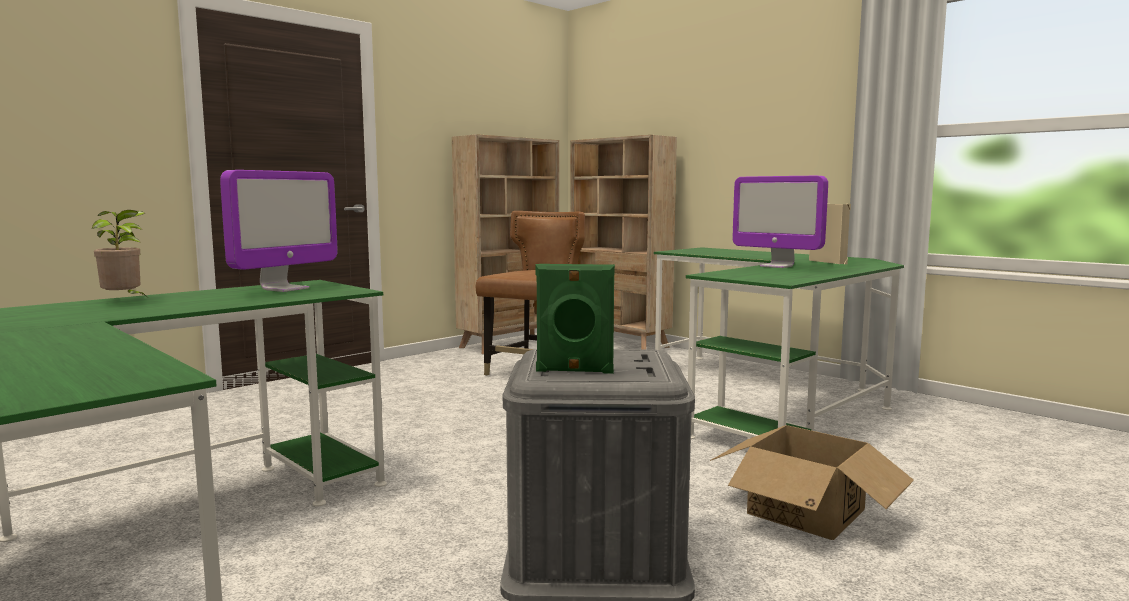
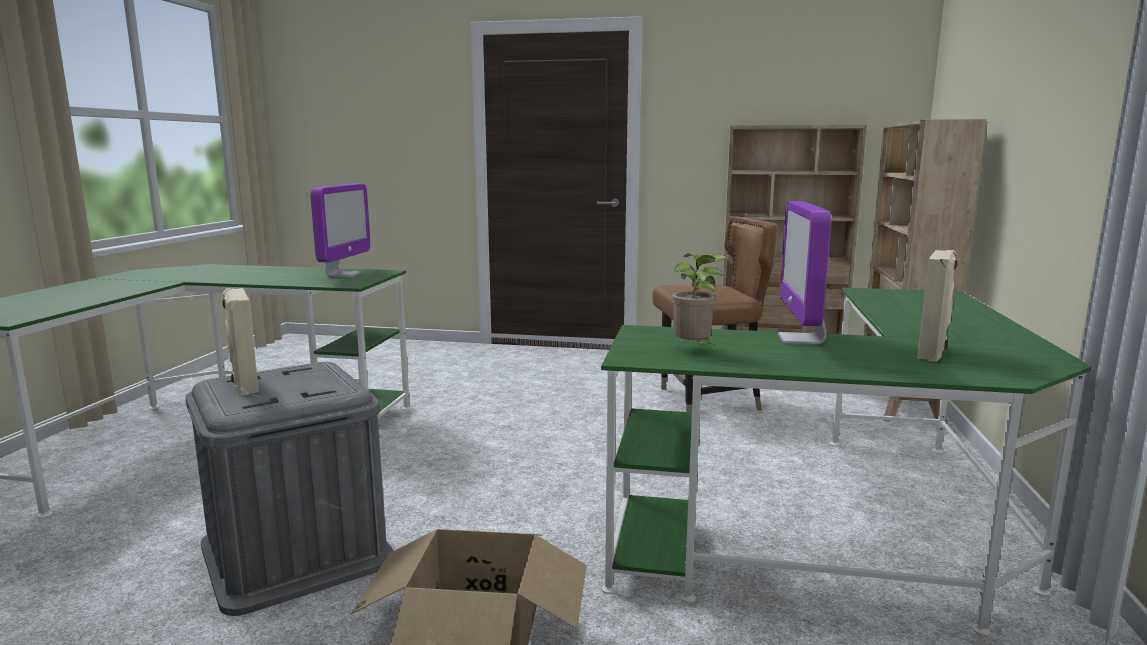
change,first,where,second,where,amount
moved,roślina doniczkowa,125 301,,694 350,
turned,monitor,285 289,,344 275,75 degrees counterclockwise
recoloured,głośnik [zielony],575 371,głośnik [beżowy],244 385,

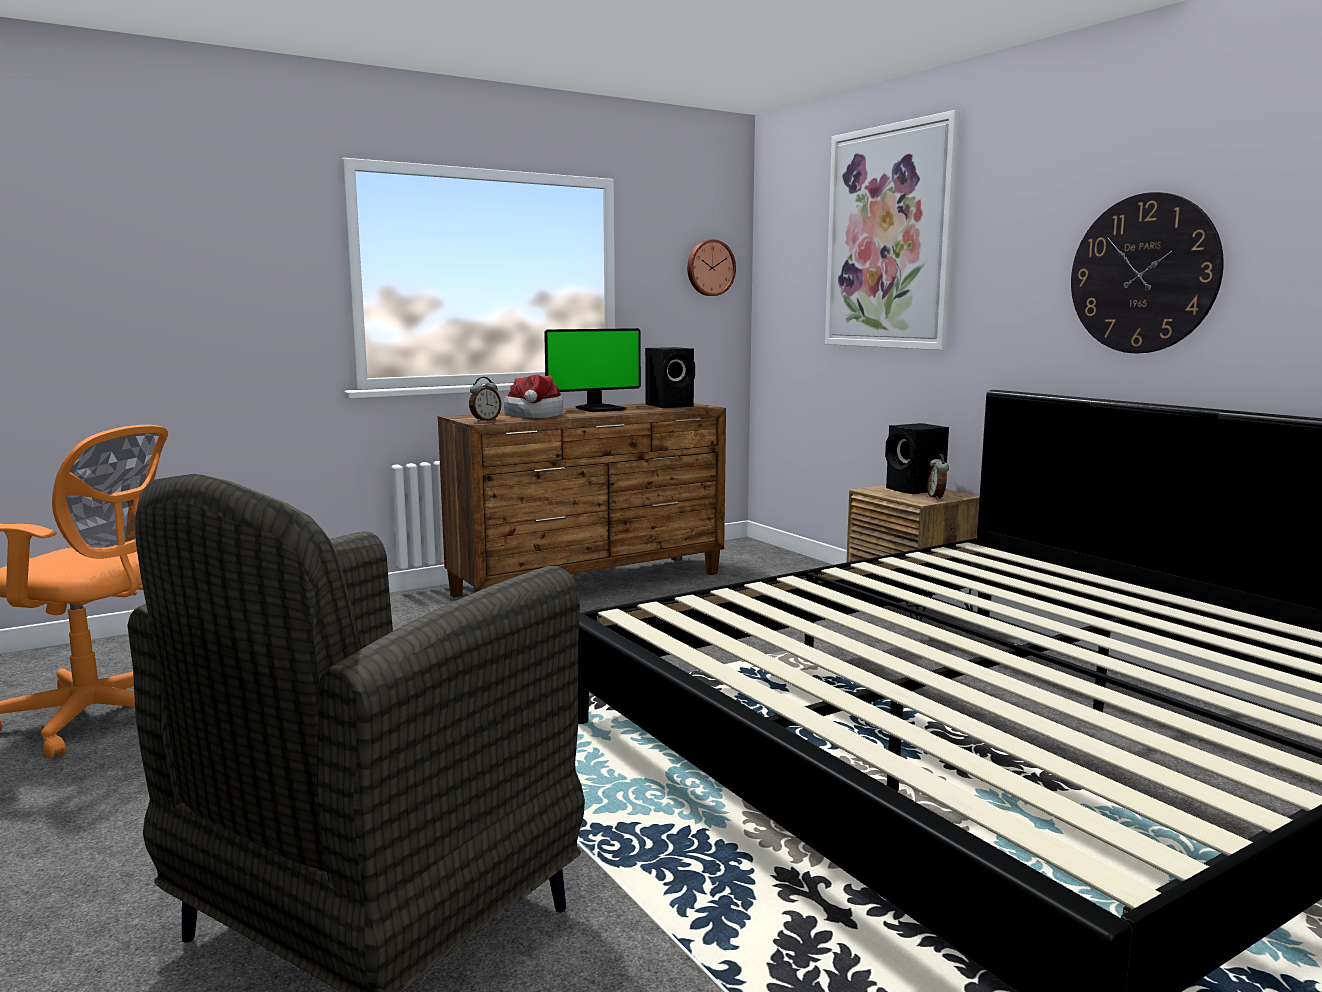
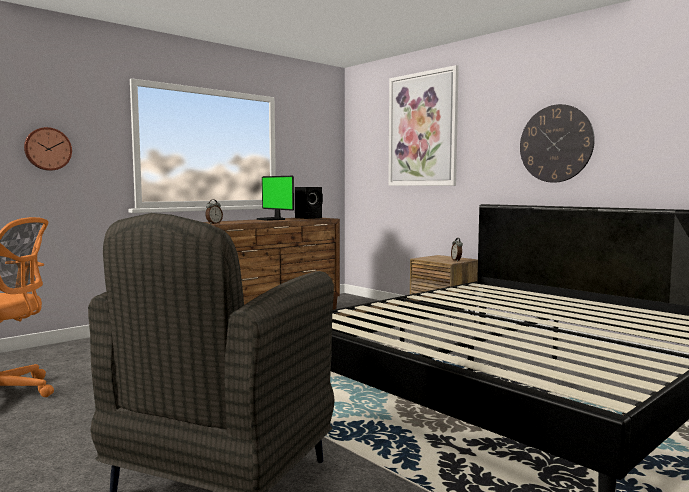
change,first,where,second,where,amount
removed,kapelusz,534 416,,,
turned,monitor,600 409,,272 219,90 degrees clockwise
moved,zegar ścienny,709 268,,47 149,
removed,głośnik [czarny],916 490,,,

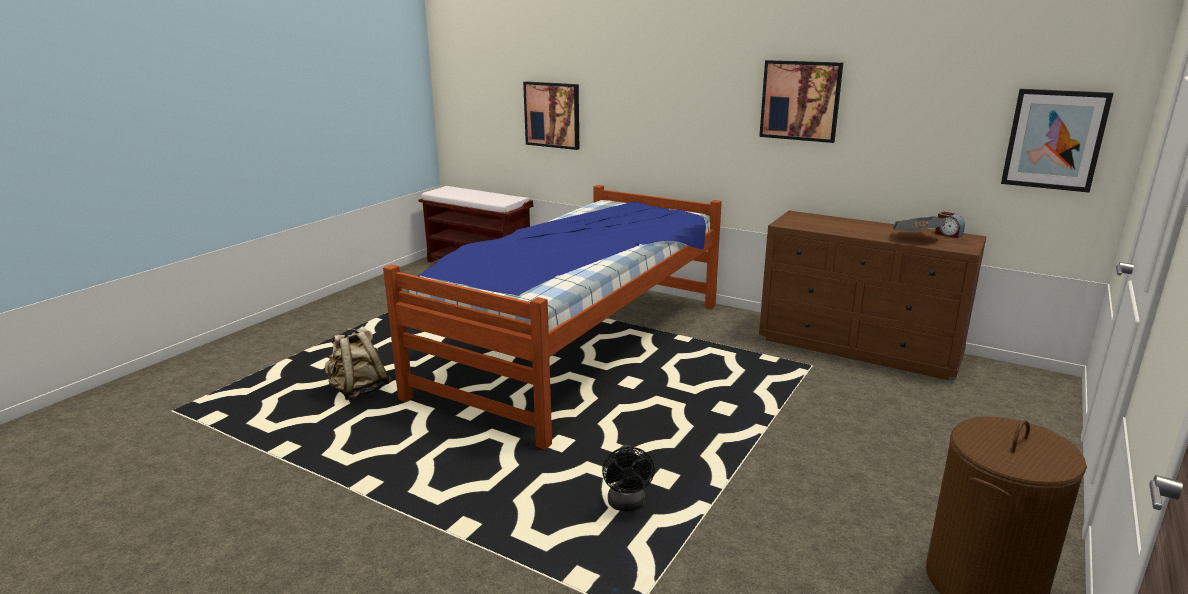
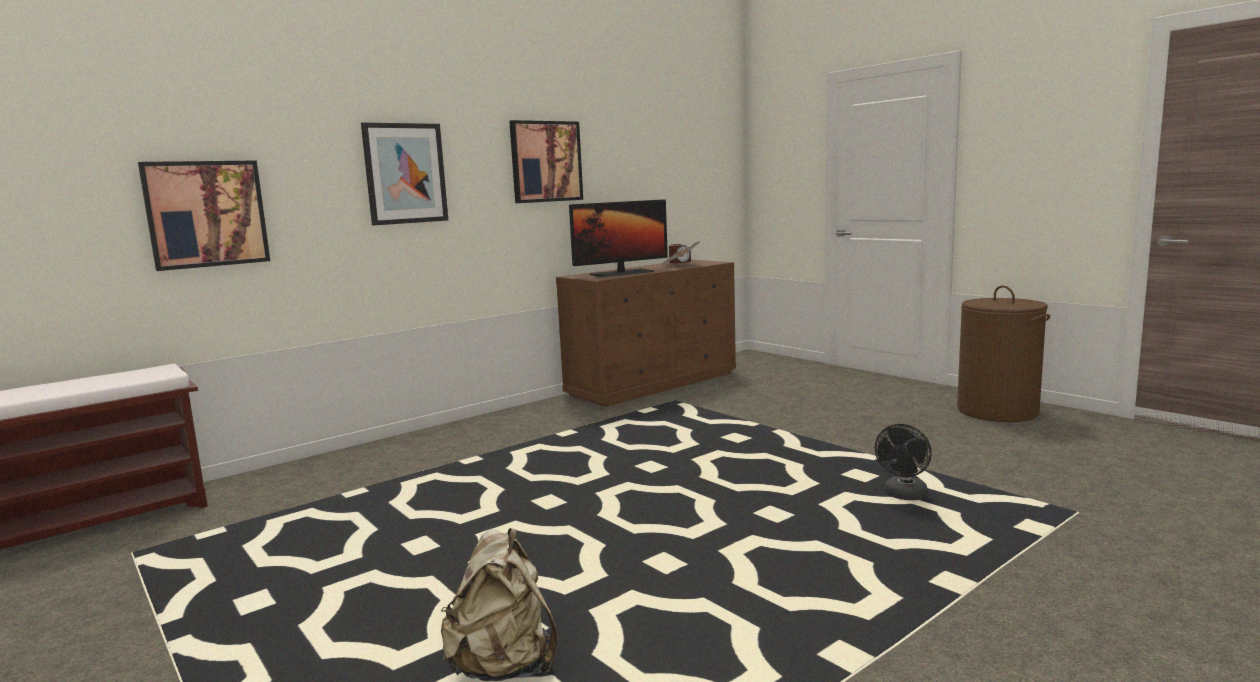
change,first,where,second,where,amount
removed,łóżko,575 346,,,
turned,wentylator [czarny],627 505,,904 496,105 degrees clockwise
moved,obraz,1054 139,,405 173,
added,,,monitor,621 273,

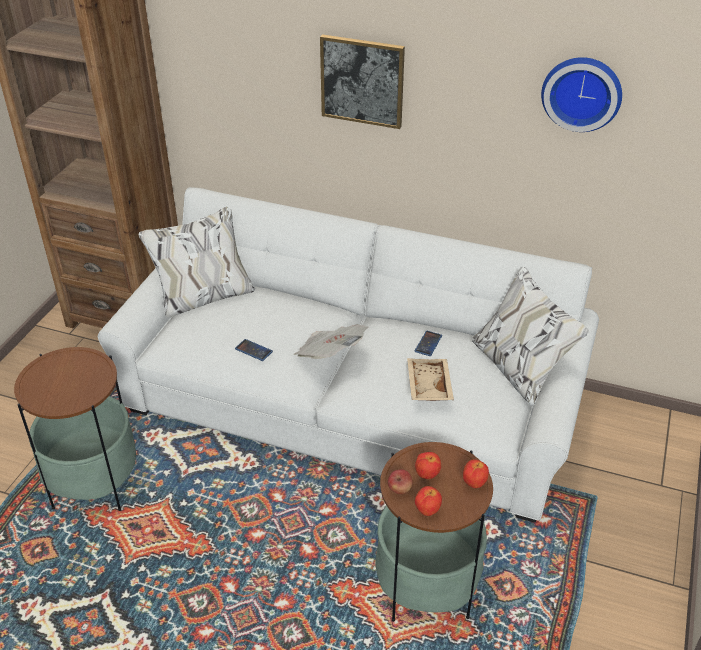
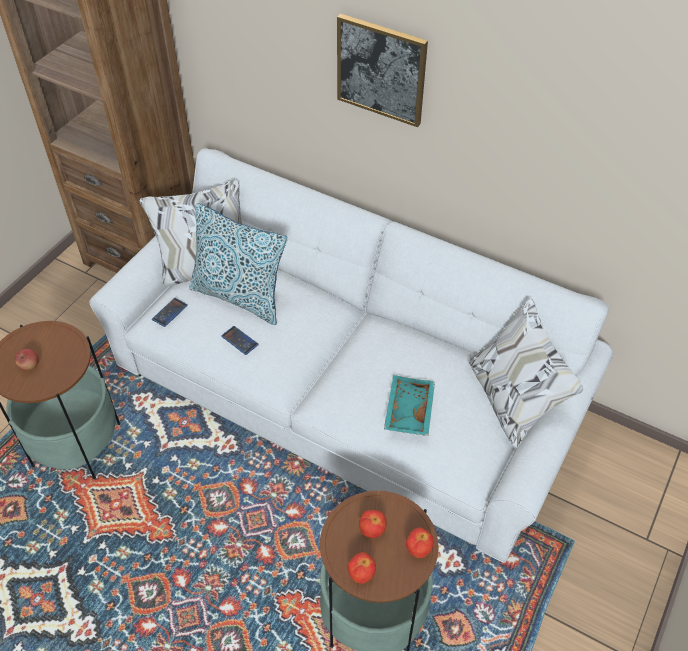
change,first,where,second,where,amount
removed,gazeta,330 355,,,
moved,jabłko,400 489,,29 366,
recoloured,taca [beżowy],427 386,taca [turkusowy],407 410,
moved,telefon,428 344,,169 312,
removed,zegar ścienny,582 92,,,
added,,,poduszka,239 297,

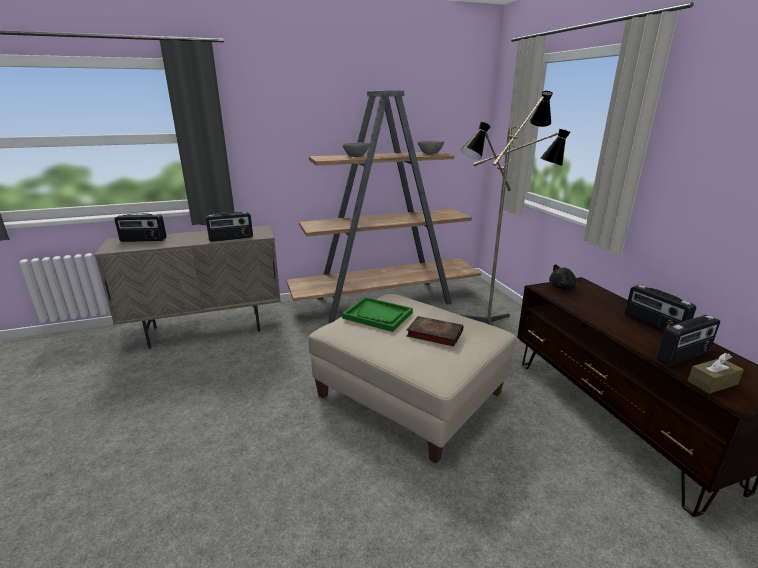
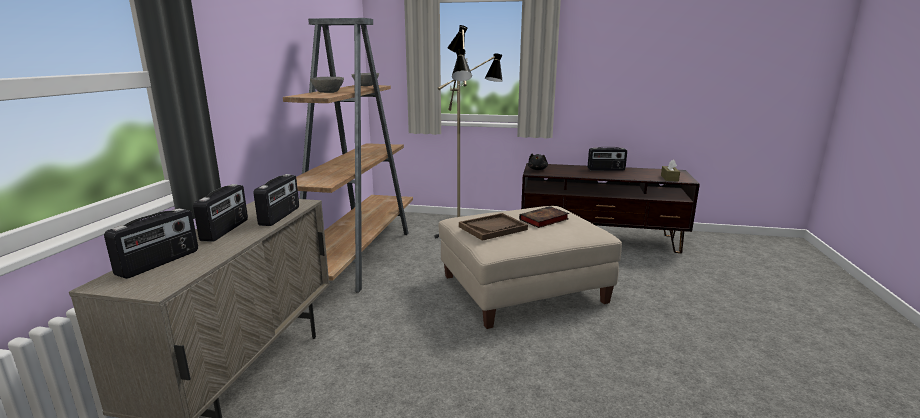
change,first,where,second,where,amount
recoloured,taca [zielony],378 315,taca [brązowy],492 228,
moved,radio,683 357,,226 230,

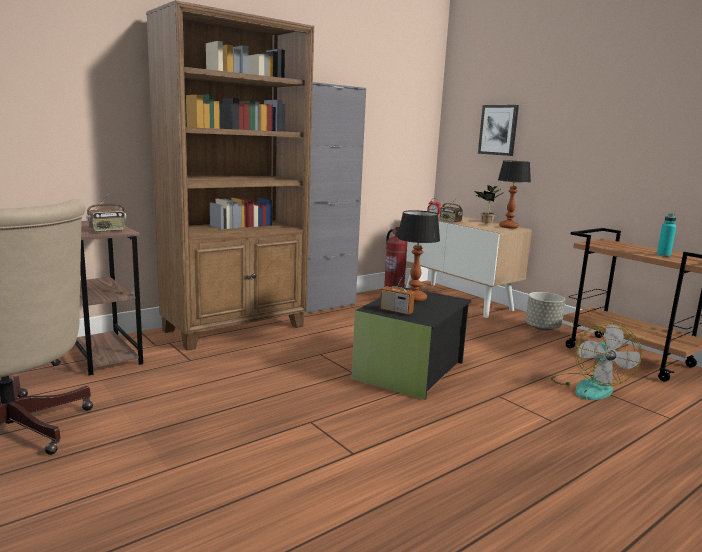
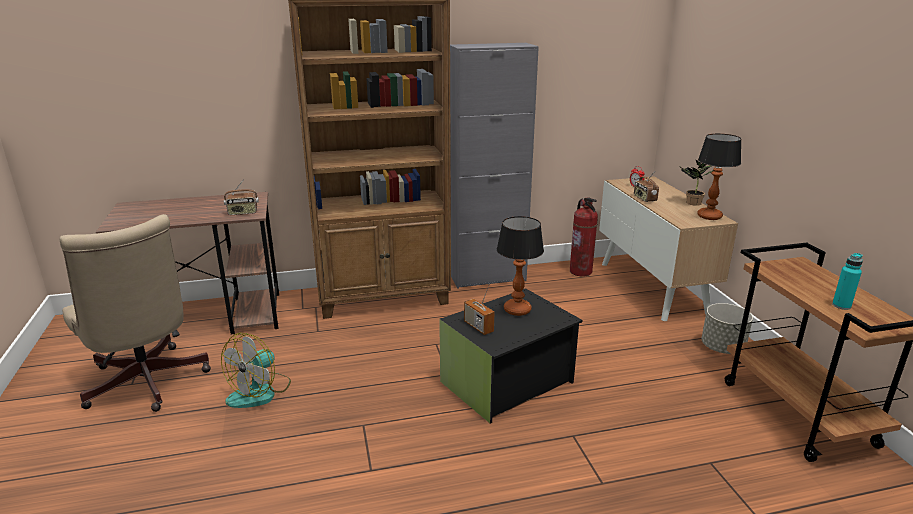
change,first,where,second,where,amount
removed,obraz,498 130,,,
moved,wentylator,589 387,,260 392,

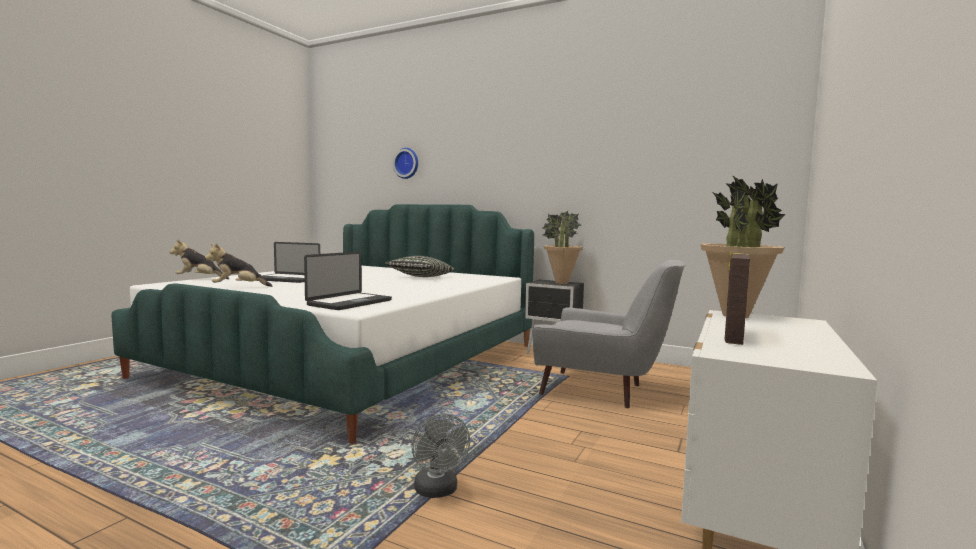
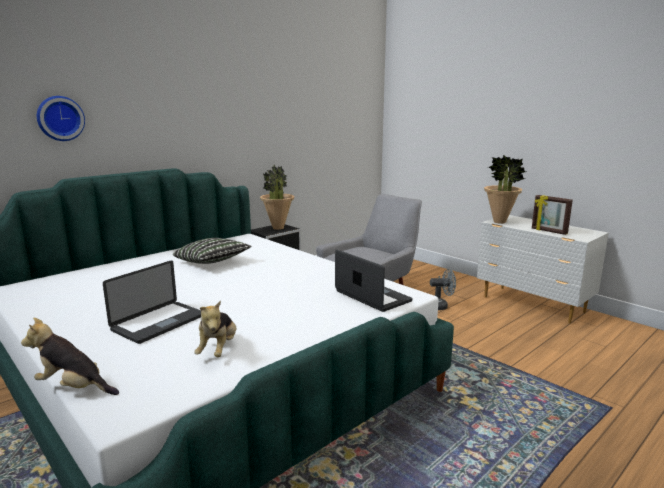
change,first,where,second,where,amount
turned,pluszak,199 279,,74 387,90 degrees clockwise
moved,wentylator [szary],438 491,,441 306,

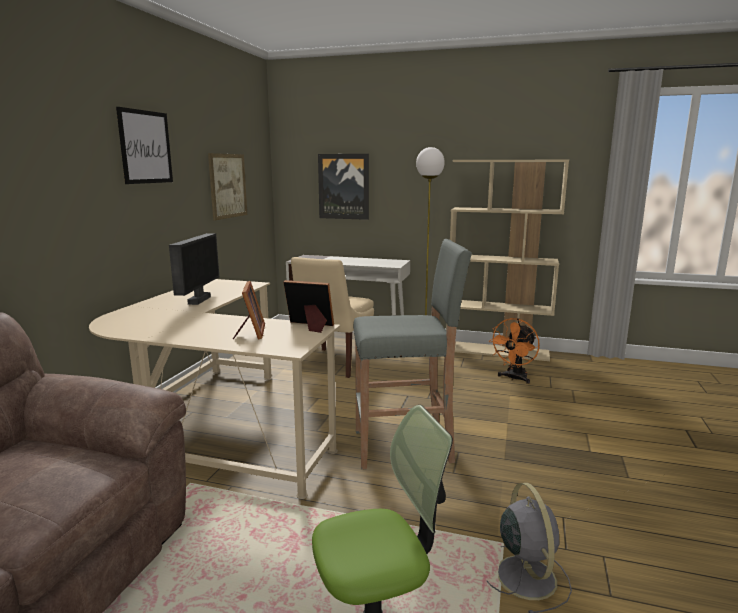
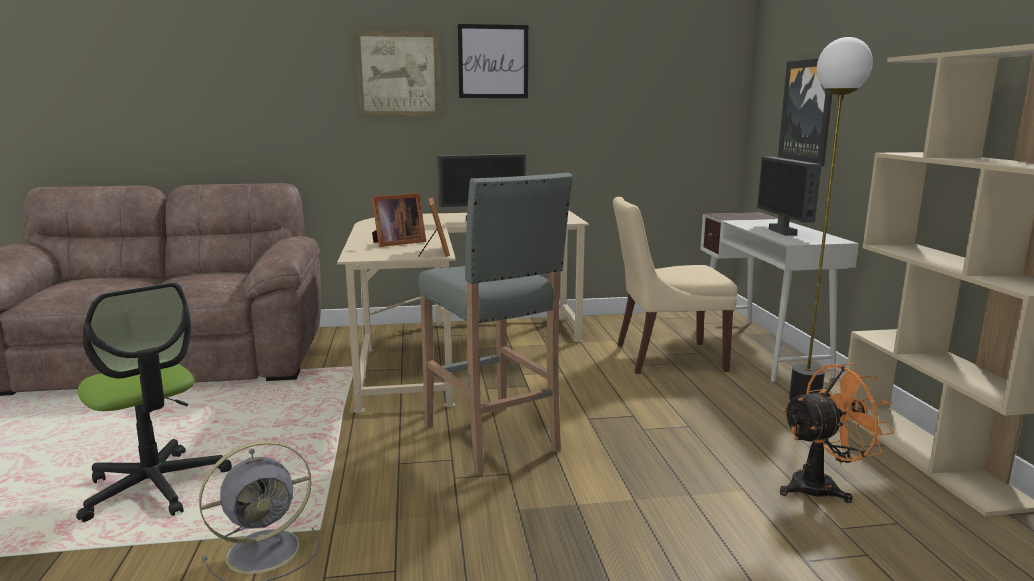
change,first,where,second,where,amount
moved,obraz,228 186,,398 74,
turned,wentylator [pomarańczowy],514 378,,822 486,150 degrees clockwise
added,,,monitor,783 232,

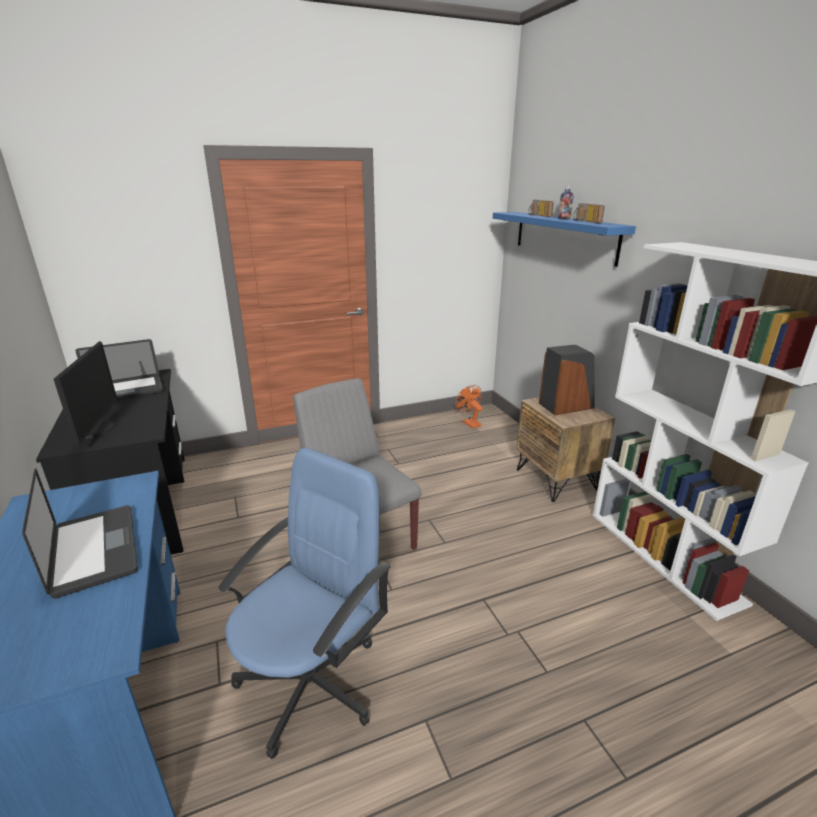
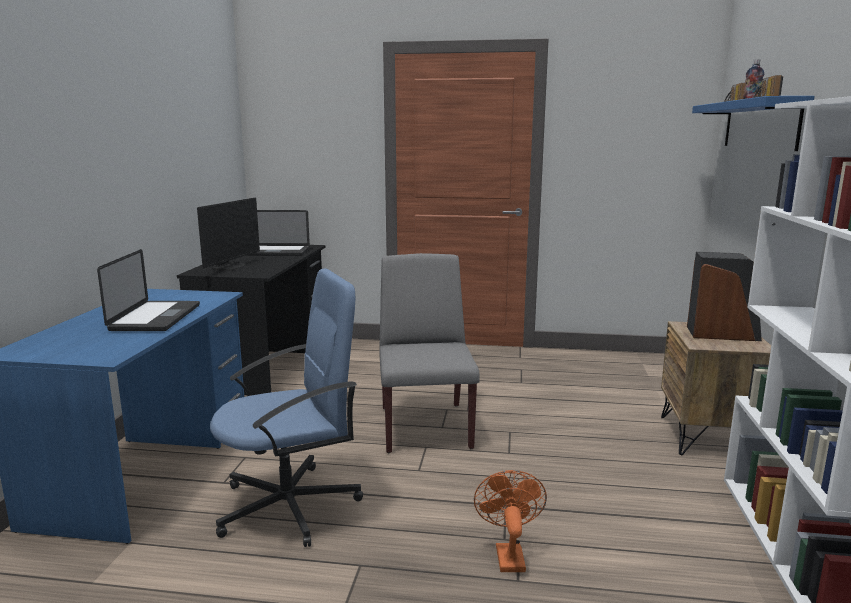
change,first,where,second,where,amount
moved,wentylator [pomarańczowy],469 423,,508 554,

